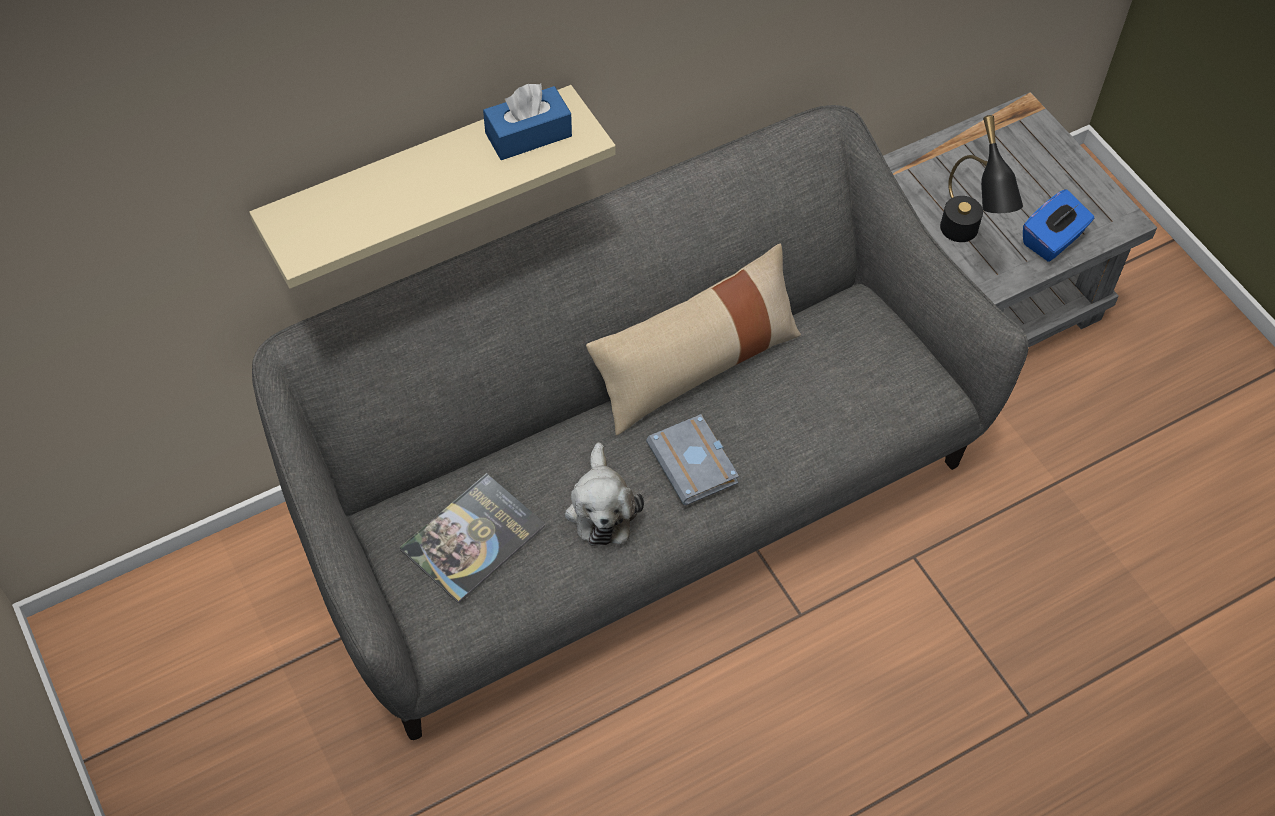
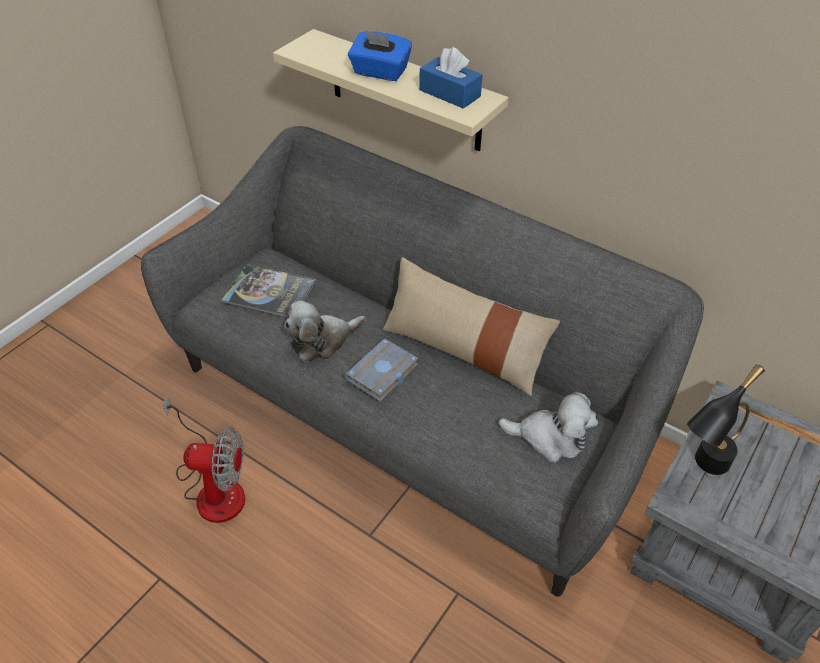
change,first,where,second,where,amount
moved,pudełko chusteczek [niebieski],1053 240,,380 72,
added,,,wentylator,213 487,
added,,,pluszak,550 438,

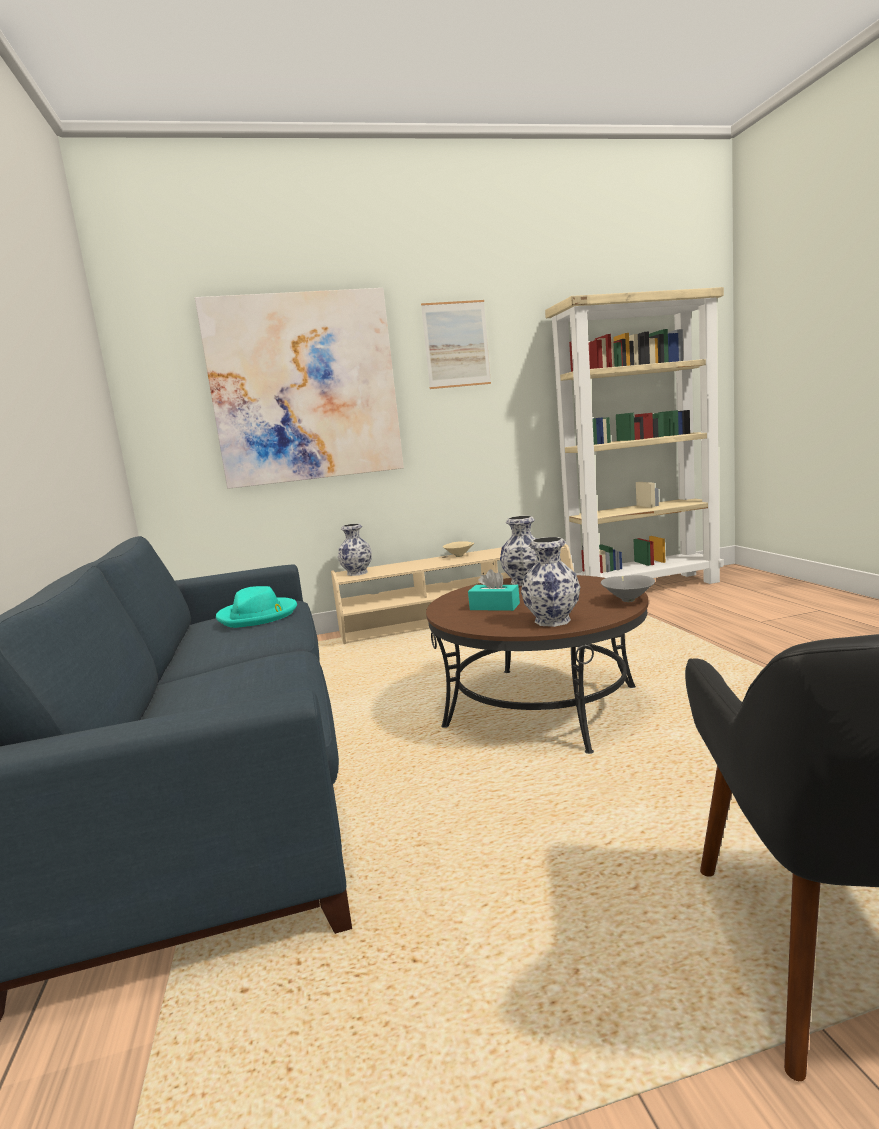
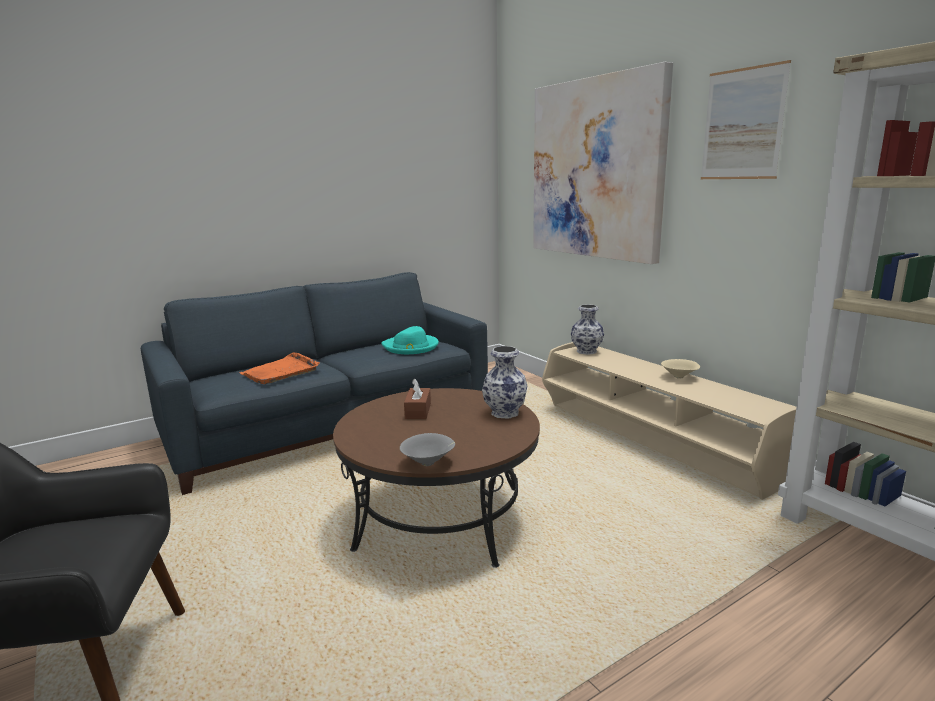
change,first,where,second,where,amount
recoloured,pudełko chusteczek [turkusowy],494 607,pudełko chusteczek [brązowy],418 411,
removed,wazon,551 621,,,
added,,,taca [pomarańczowy],281 371,

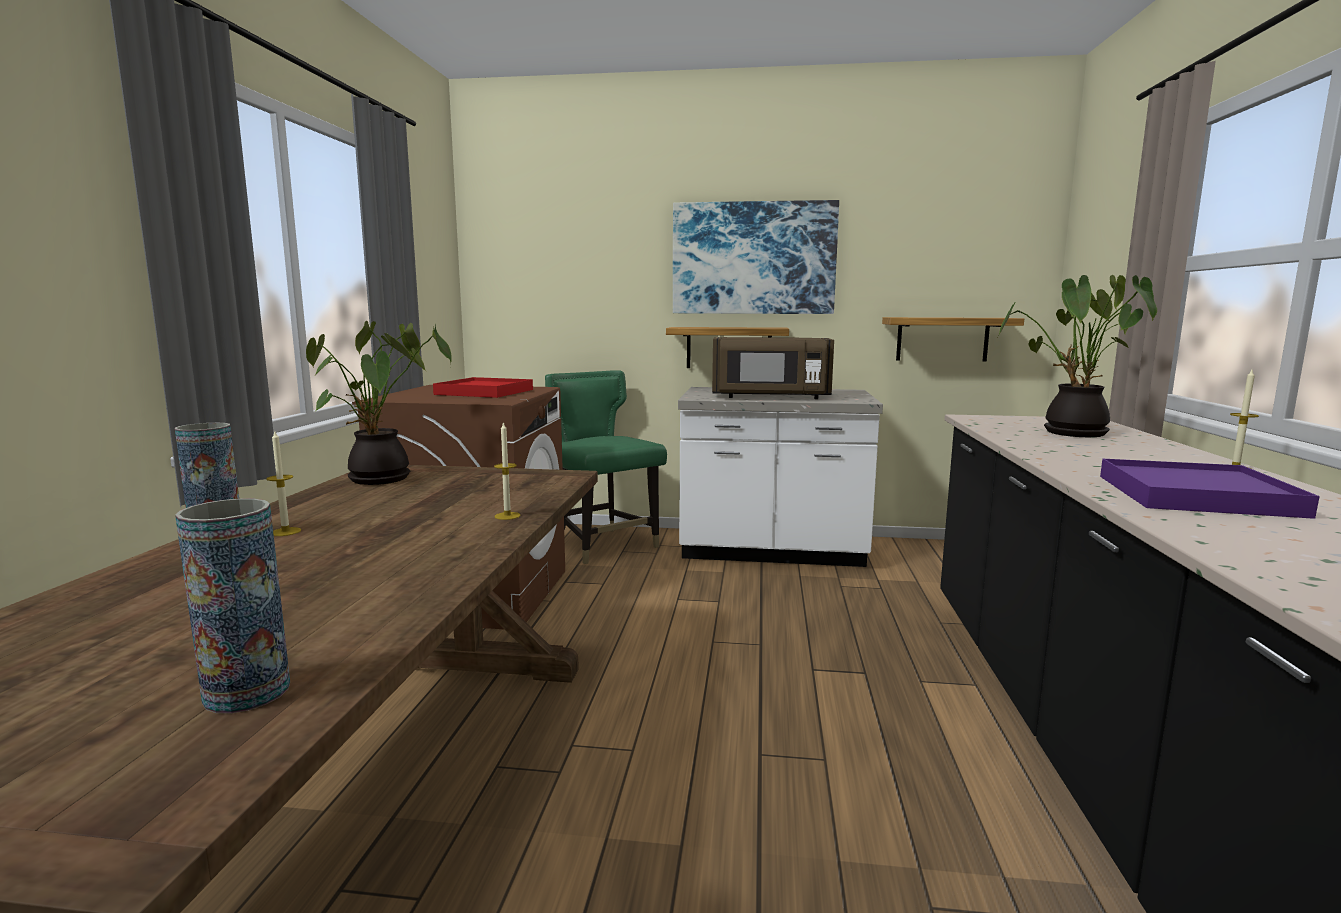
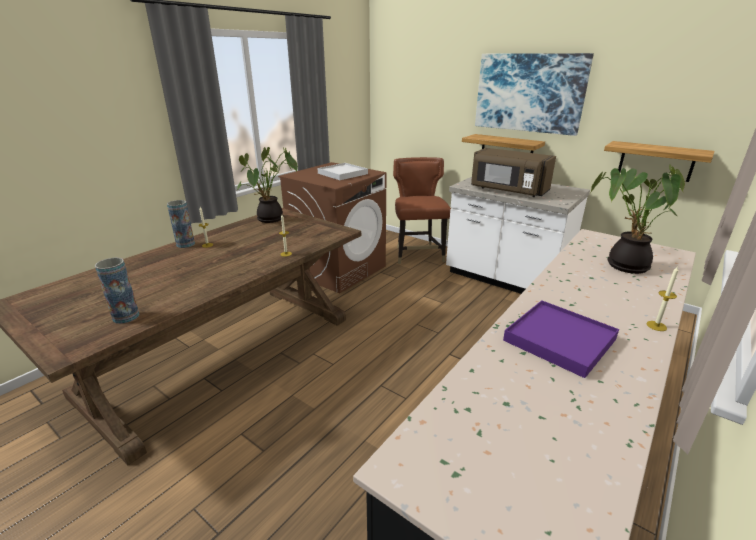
change,first,where,second,where,amount
recoloured,taca [czerwony],484 392,taca [biały],342 173,
recoloured,krzesło [zielony],604 545,krzesło [brązowy],418 255,

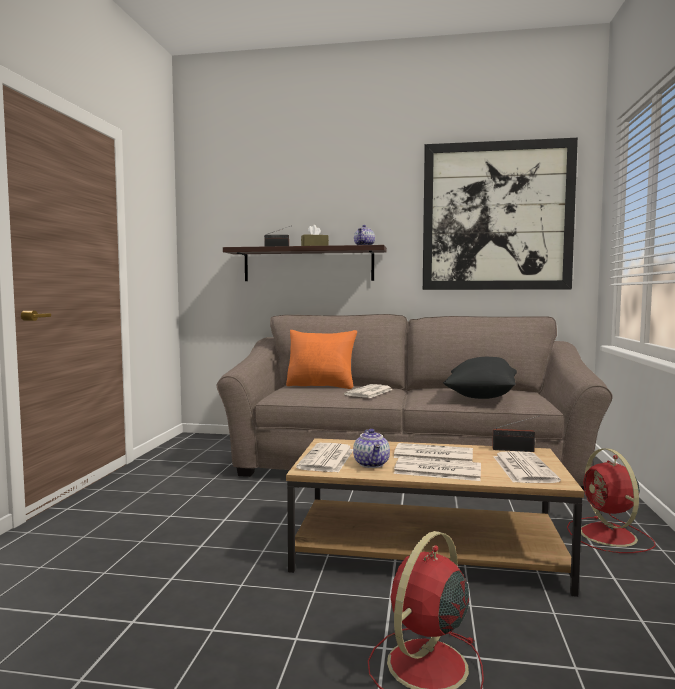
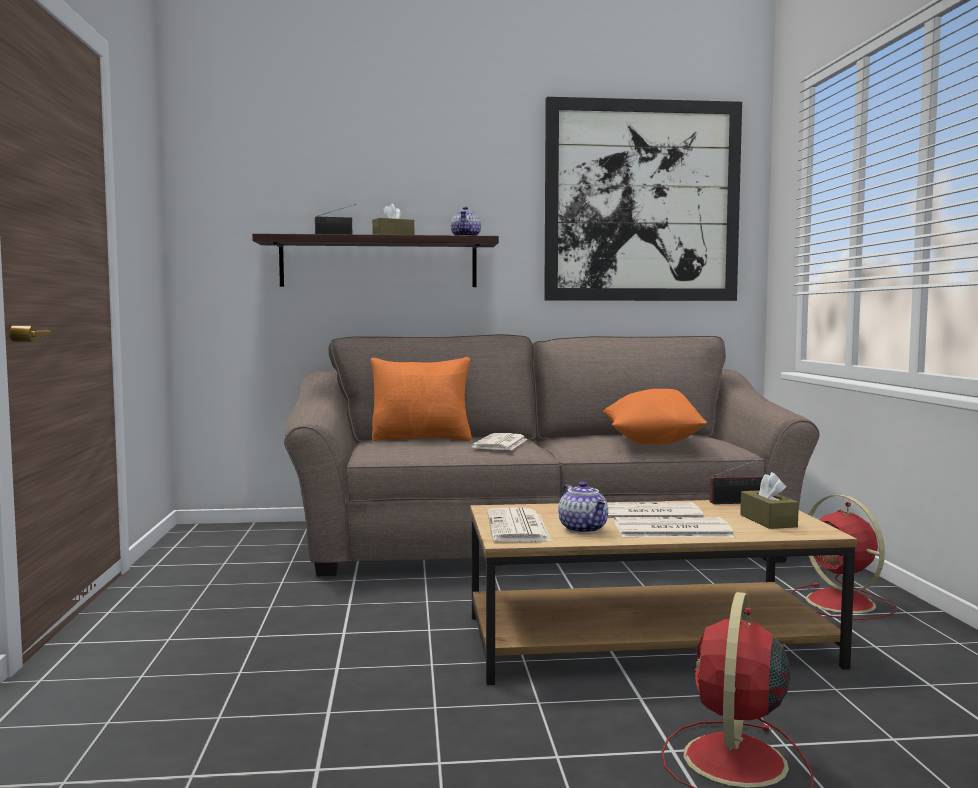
change,first,where,second,where,amount
recoloured,poduszka [czarny],481 397,poduszka [pomarańczowy],652 443,
replaced,gazeta,523 468,pudełko chusteczek [brązowy],768 521,

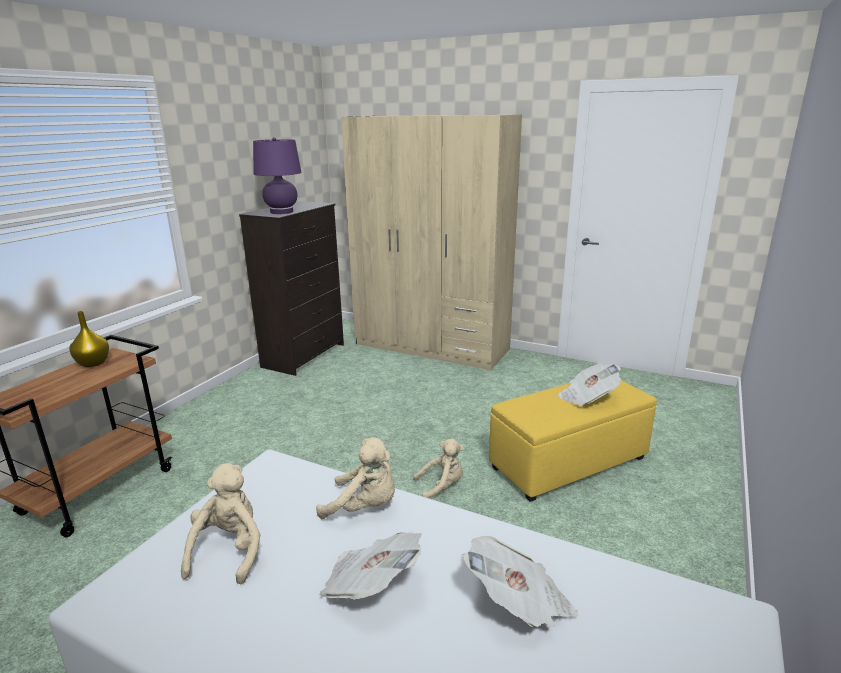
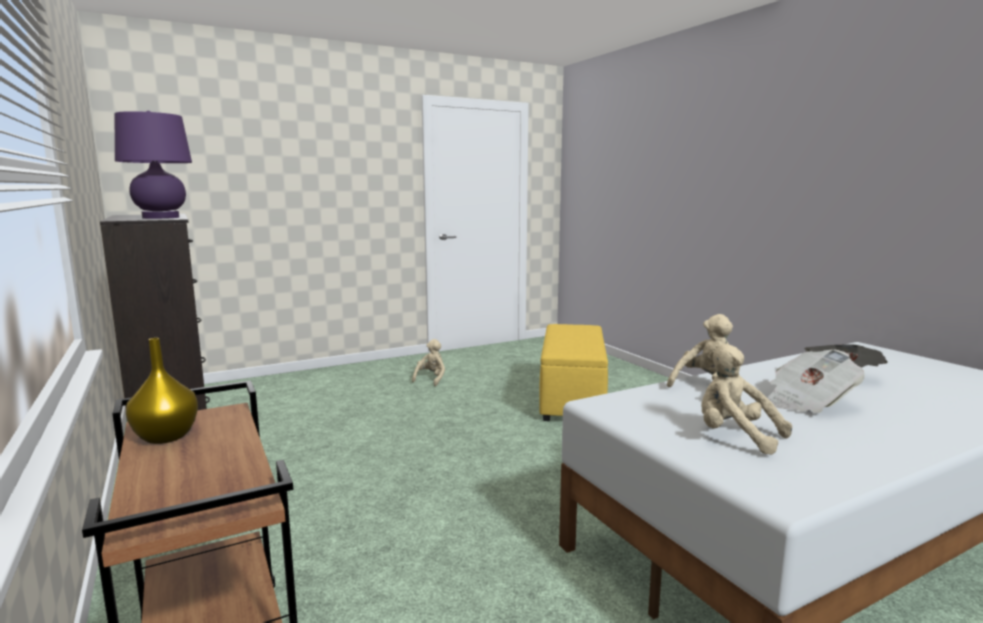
change,first,where,second,where,amount
removed,szafa [beżowy],431 347,,,
moved,pluszak [beżowy],442 486,,431 379,
removed,gazeta,587 397,,,

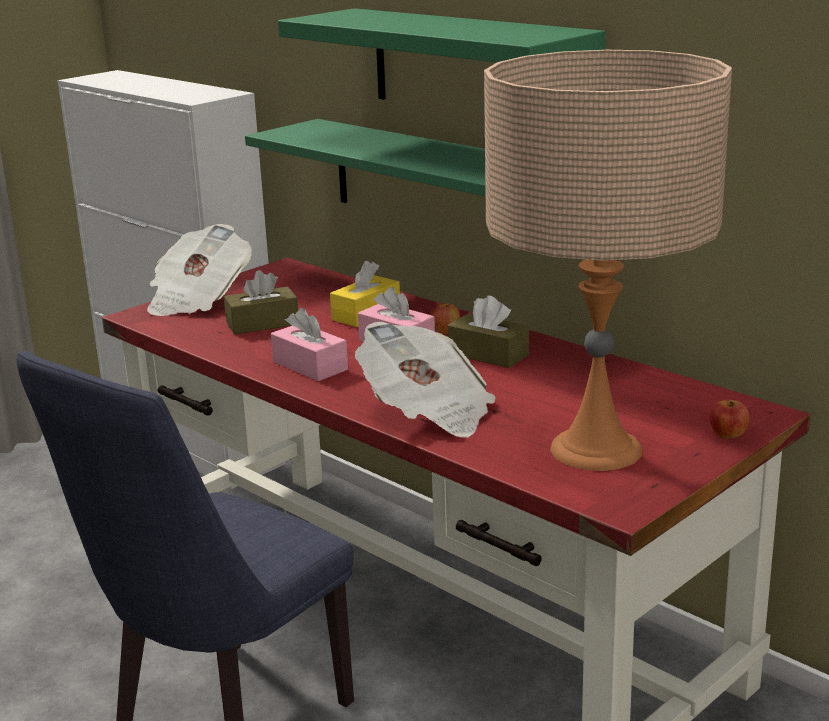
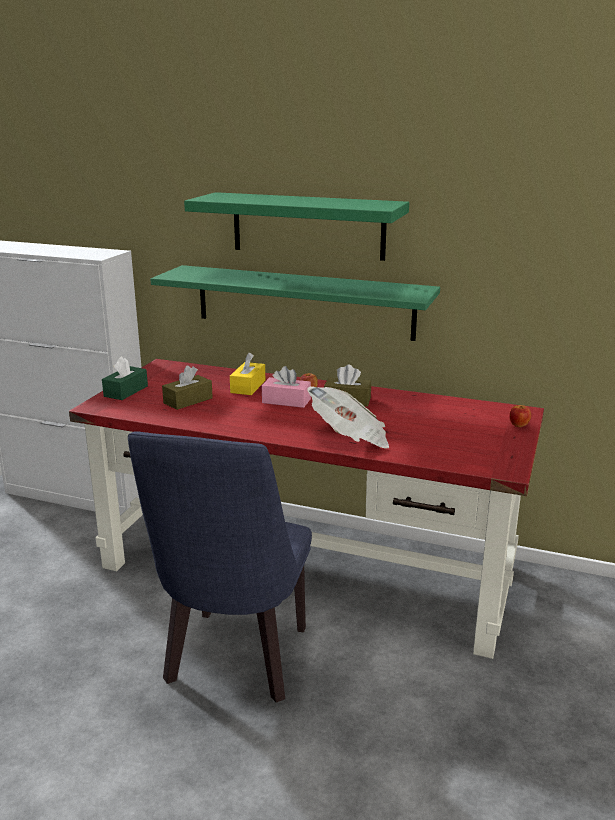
change,first,where,second,where,amount
replaced,gazeta,198 299,pudełko chusteczek [zielony],126 391,
removed,pudełko chusteczek [różowy],310 366,,,
removed,lampa stołowa [beżowy],595 449,,,

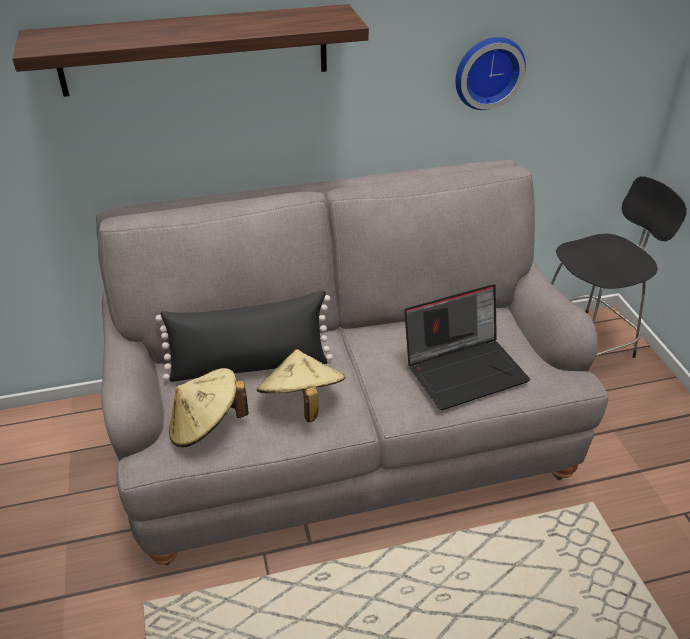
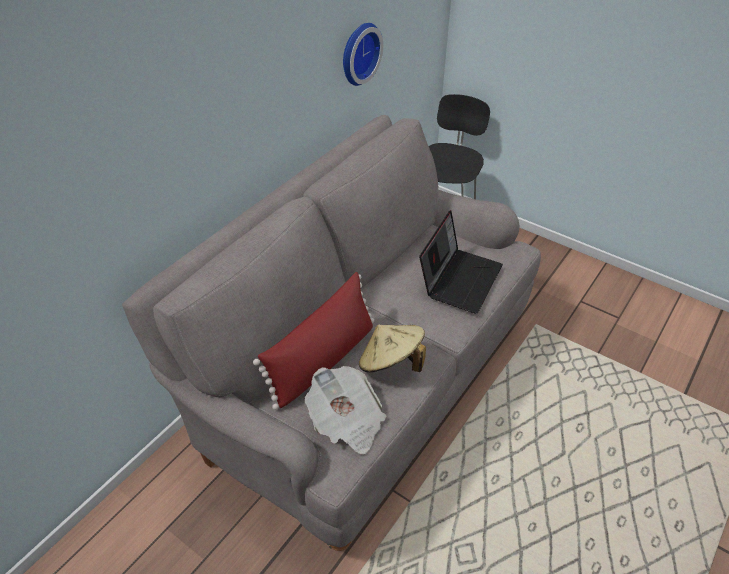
change,first,where,second,where,amount
removed,półka,195 50,,,
recoloured,poduszka [czarny],249 366,poduszka [czerwony],323 360,
replaced,kapelusz [beżowy],206 426,gazeta,347 421,

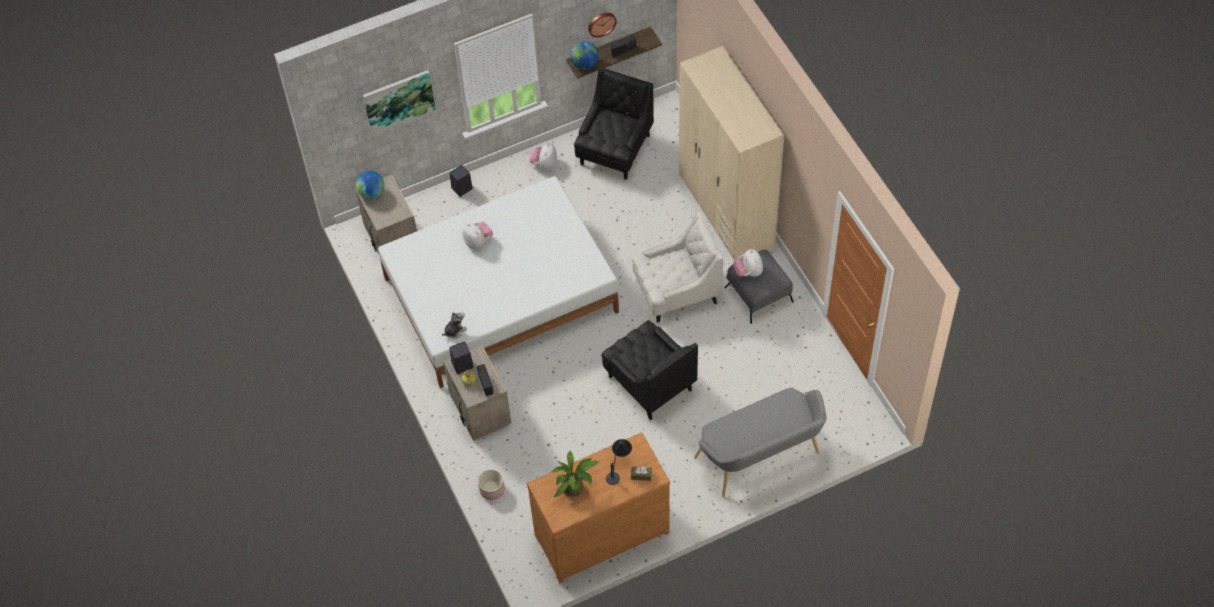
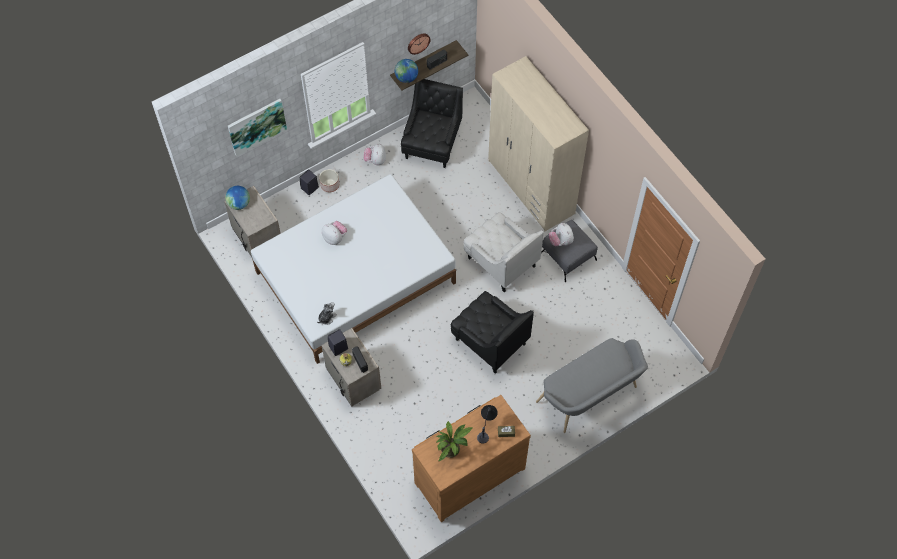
change,first,where,second,where,amount
moved,donica,491 489,,329 185,
turned,fotel [biały],676 293,,501 261,75 degrees clockwise

